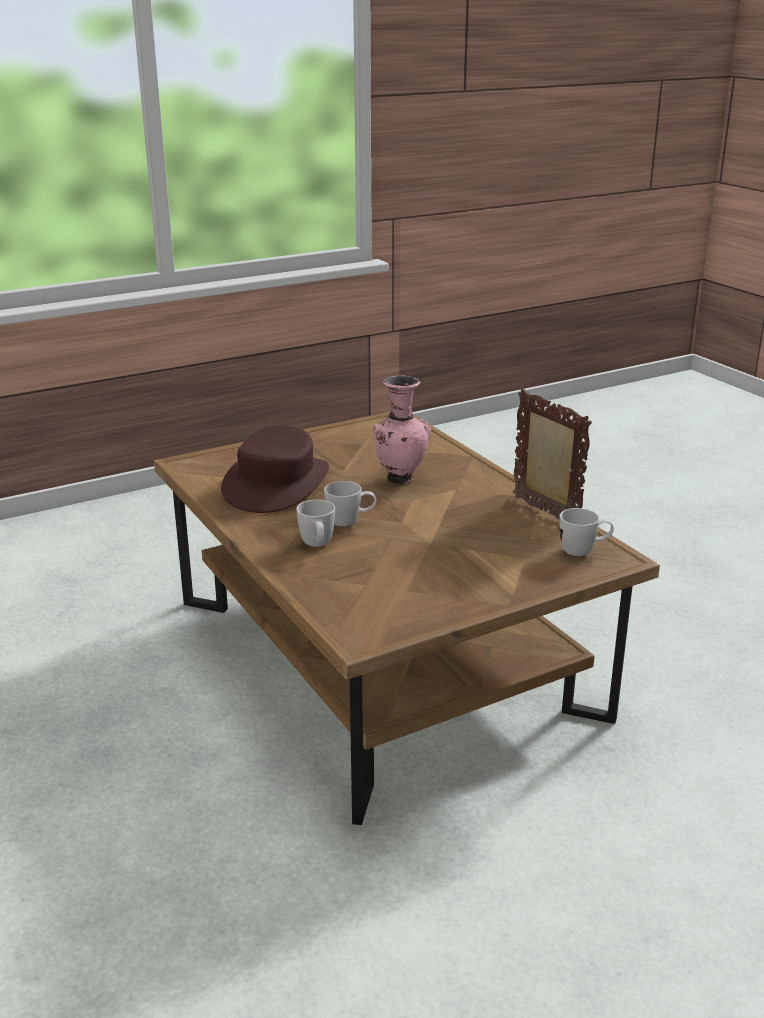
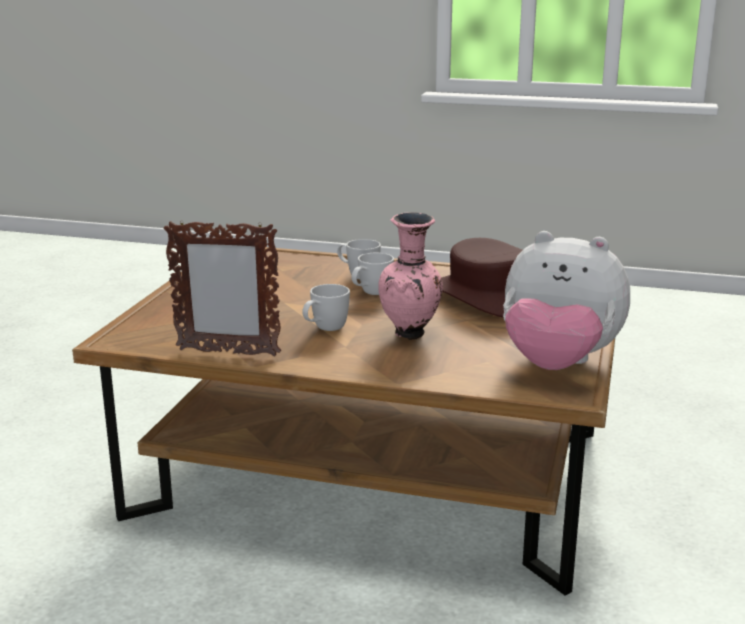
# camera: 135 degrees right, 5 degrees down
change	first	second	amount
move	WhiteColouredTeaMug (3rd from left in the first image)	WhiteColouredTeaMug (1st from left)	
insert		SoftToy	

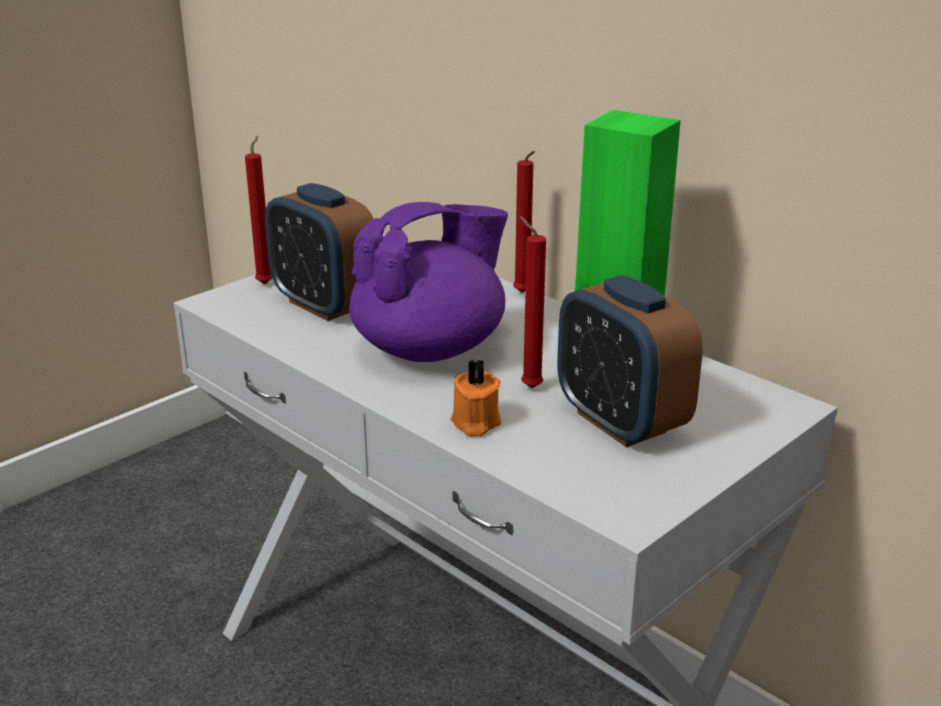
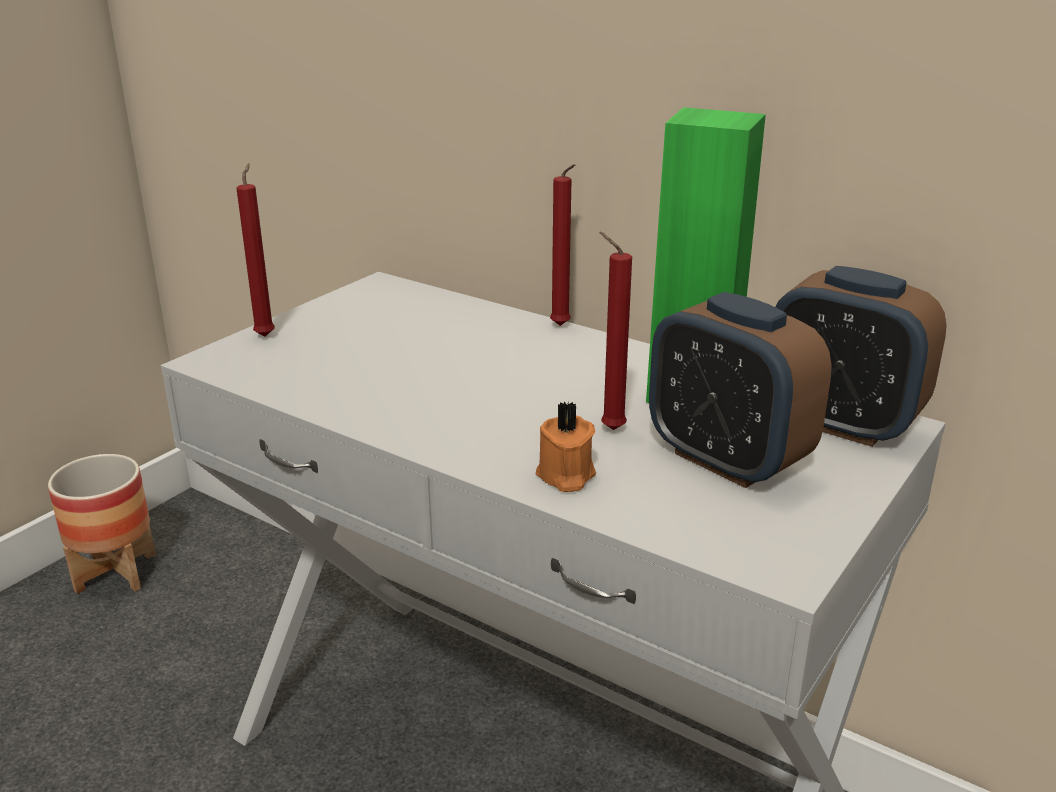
# camera: 10 degrees left, 0 degrees up
change	first	second	amount
move	TableClock (1st from left in the first image)	TableClock (2nd from left)	
delete	PurplishTeapot		
insert		PlantPot	

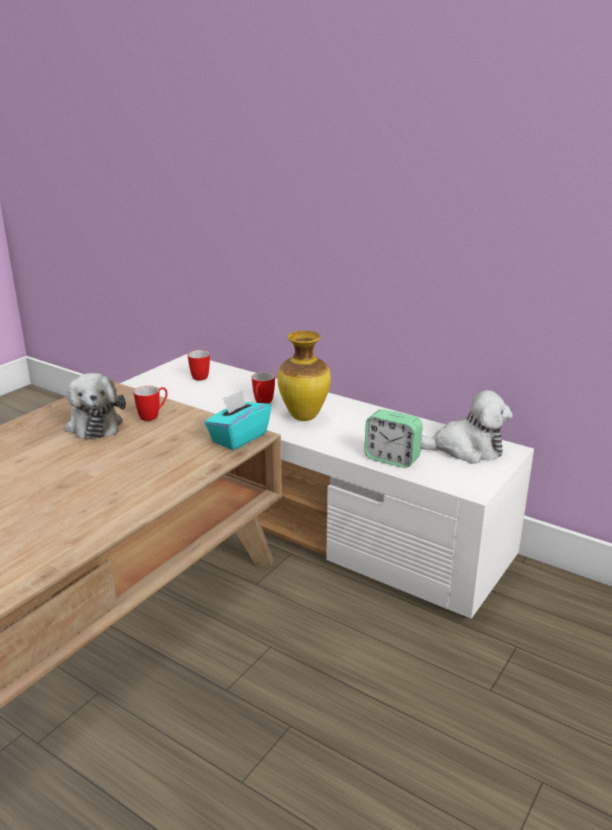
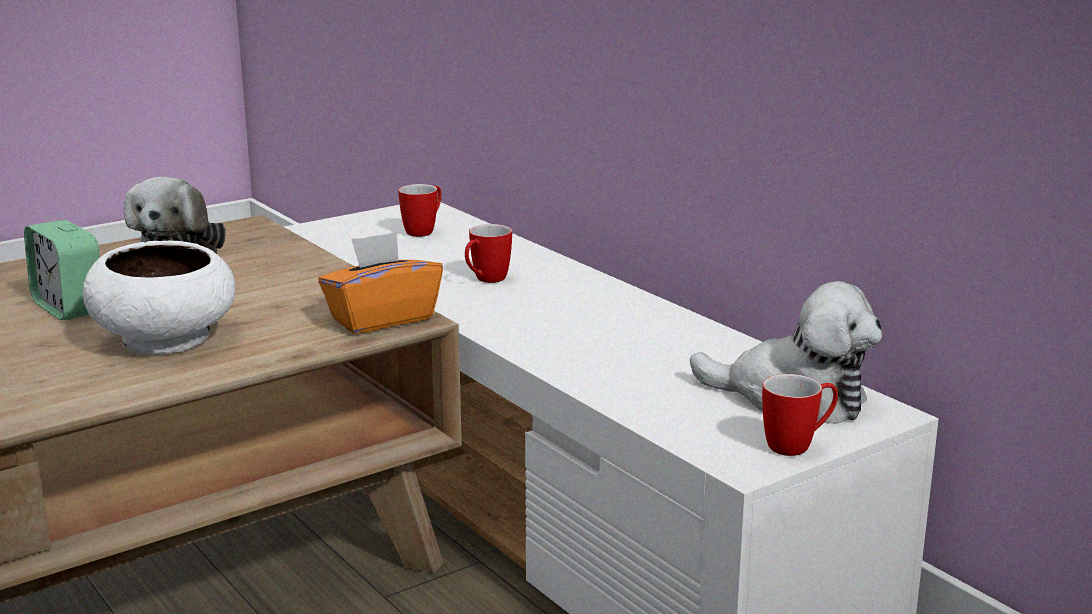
# camera: 20 degrees right, 5 degrees down
change	first	second	amount
delete	FlowerVase		
move	TeaMug (1st from left in the first image)	TeaMug (3rd from left)	
recolor	BlueGreenTissueHolder	OrangeTissueHolder	
move	TableClock		
insert		WhiteColouredDeepDish	

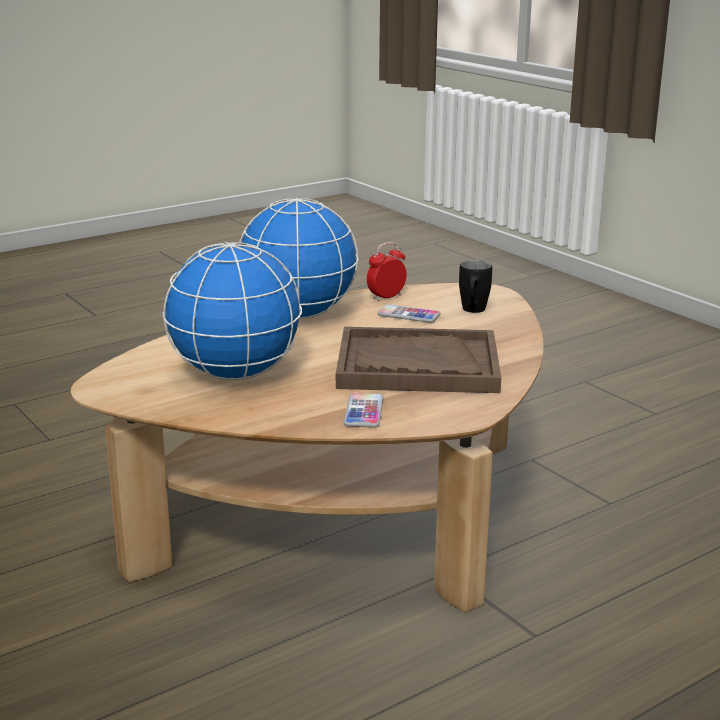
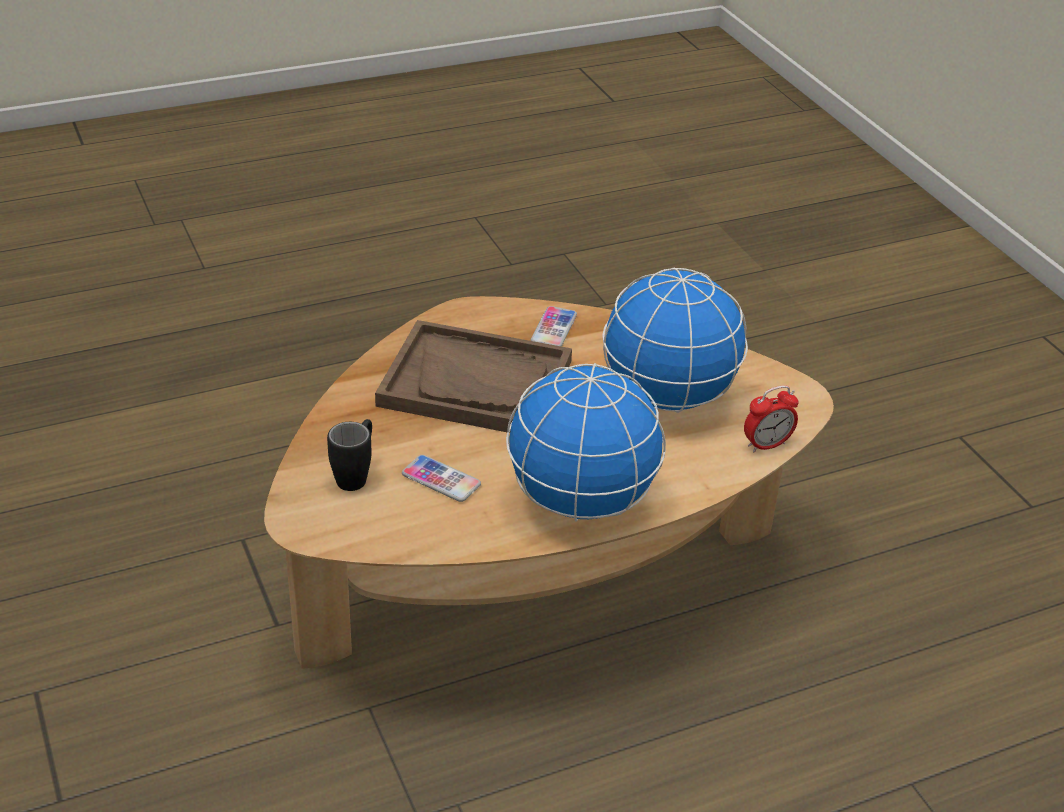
# camera: 170 degrees left, 15 degrees up
change	first	second	amount
move	TableClock		

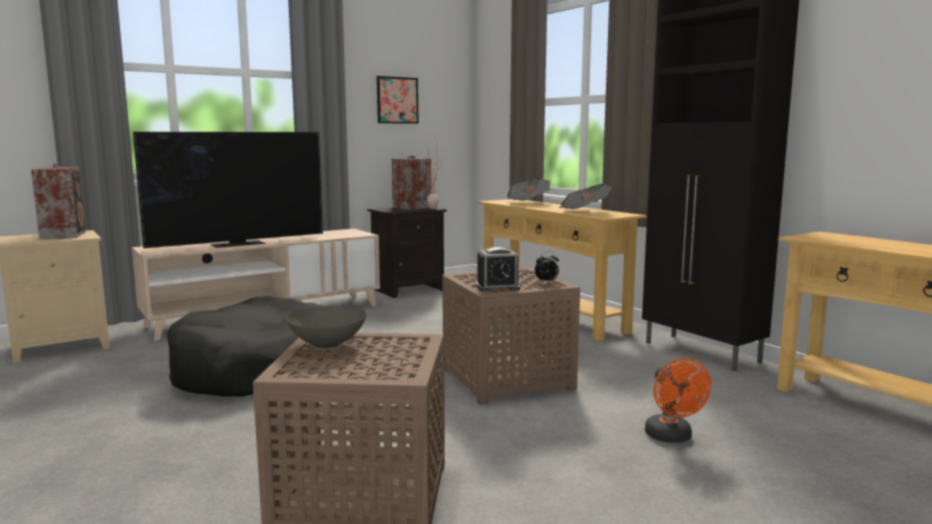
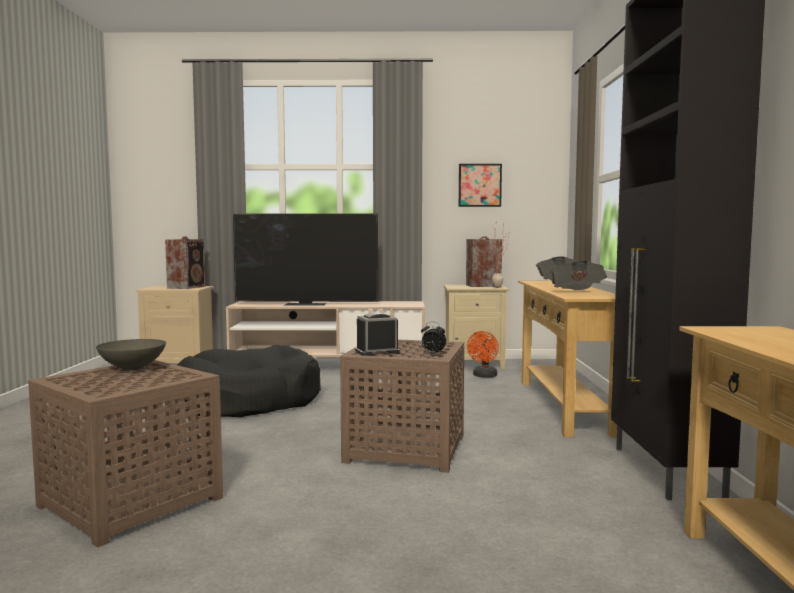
# camera: 35 degrees right, 5 degrees down
change	first	second	amount
recolor	BlackColouredNightstand	BeigeNightstand (2nd from left)	
rotate	TableClock (1st from left)		135 degrees clockwise
move	OrangeFan		

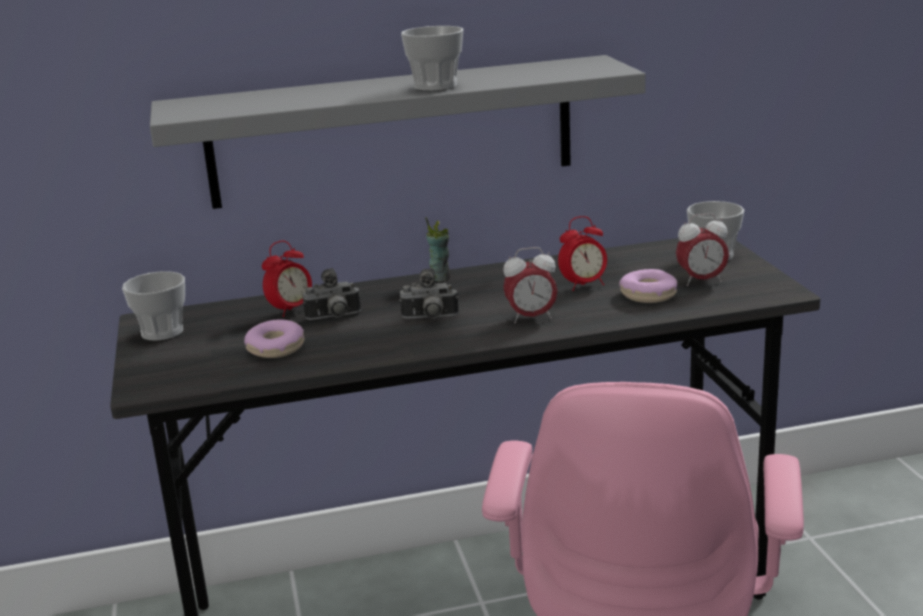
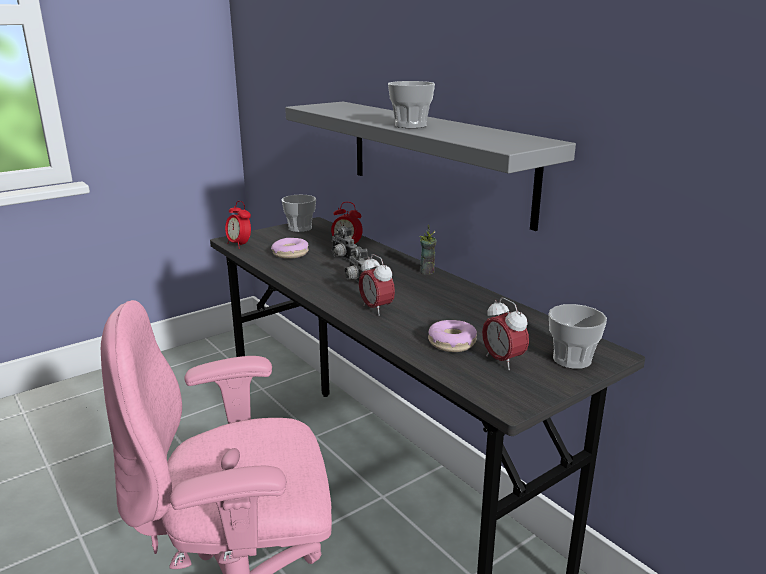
# camera: 65 degrees right, 0 degrees up
change	first	second	amount
move	TableClock (3rd from left in the first image)	TableClock (1st from left)	

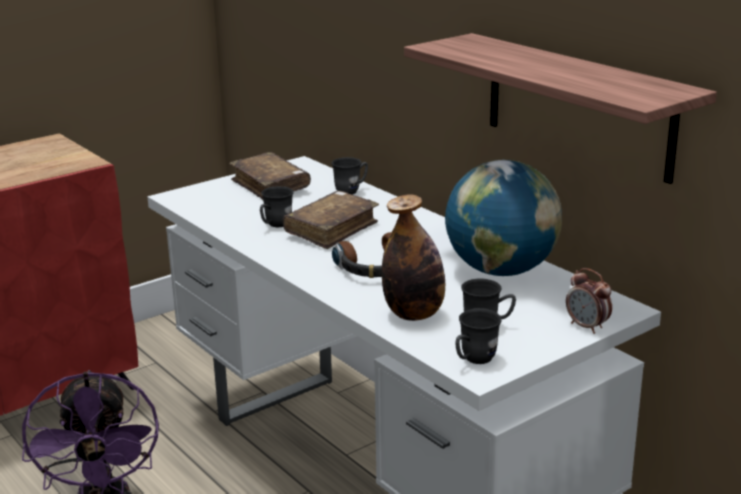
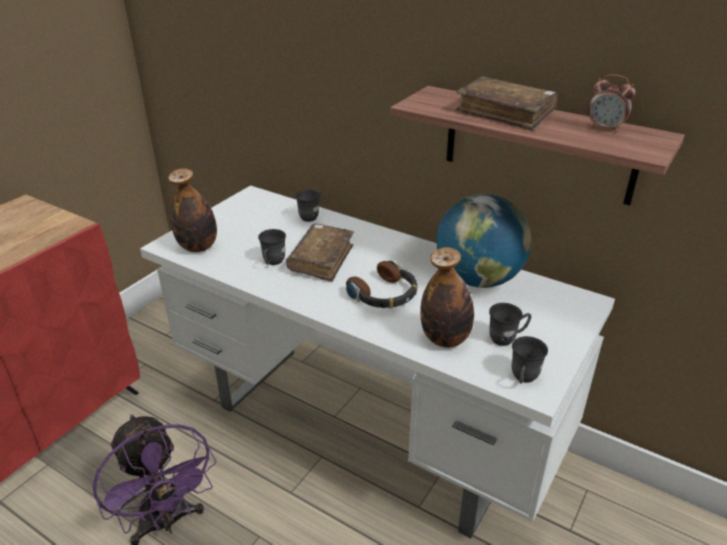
# camera: 20 degrees left, 10 degrees up
change	first	second	amount
move	BrownColouredBook (1st from left in the first image)	BrownColouredBook (2nd from left)	
move	TableClock		
insert		Bottle (1st from left)	

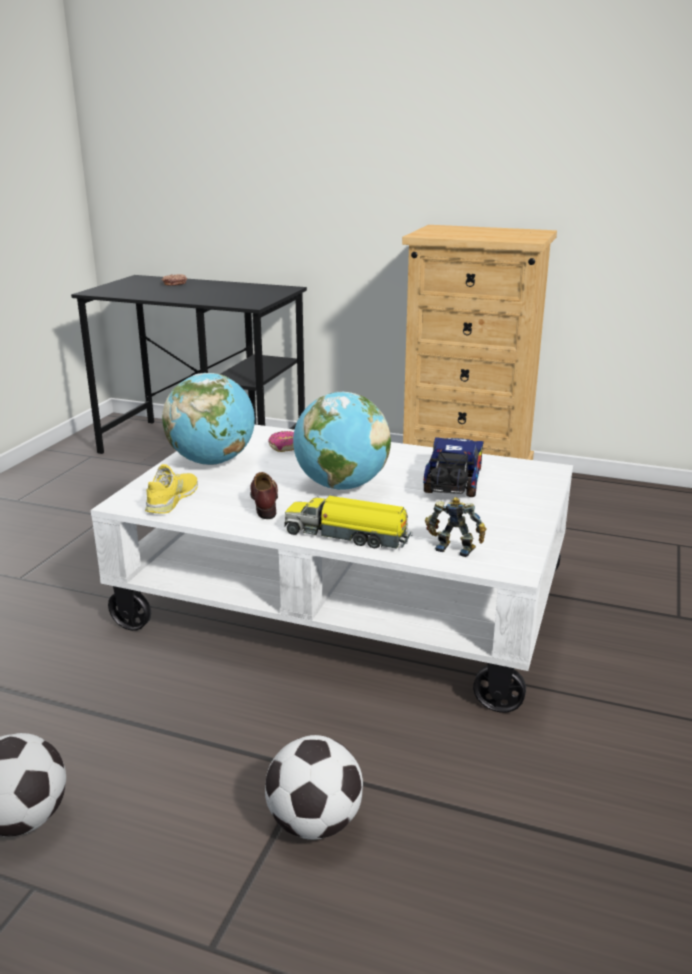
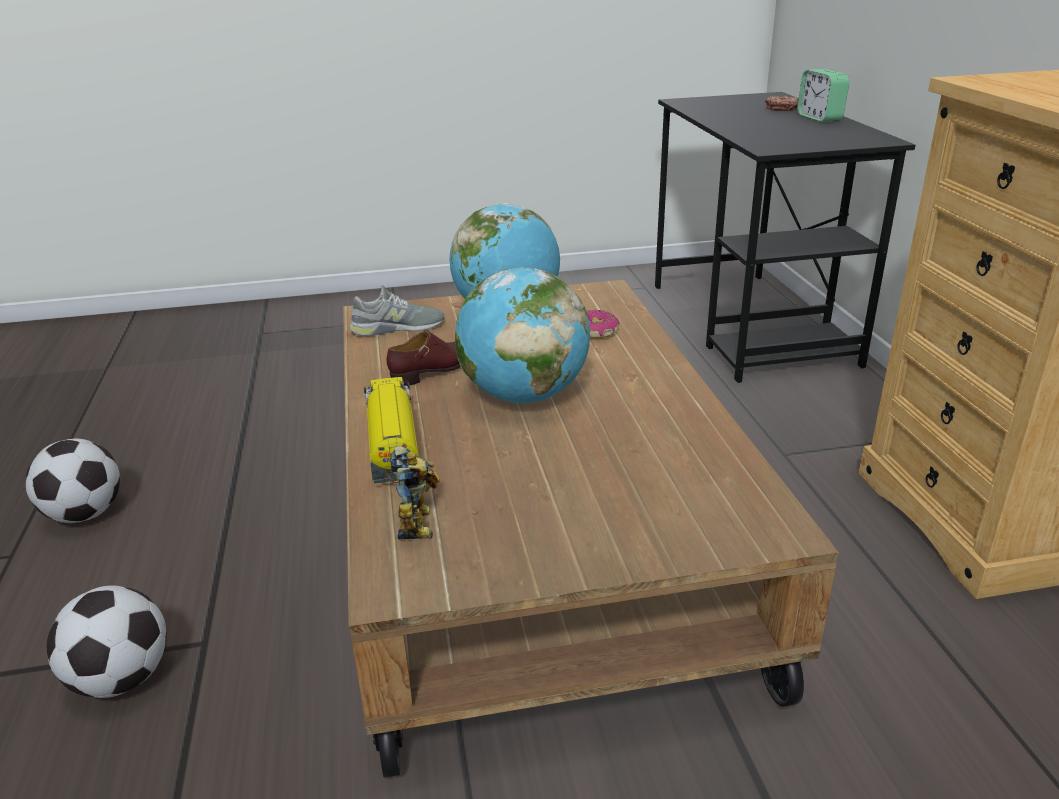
# camera: 60 degrees right, 5 degrees up
change	first	second	amount
recolor	WhiteColouredLoungeTable	BrownColouredLoungeTable	
delete	ToyLorry (2nd from left)		
recolor	YellowColouredShoe	GreyishShoe	
insert		TableClock	

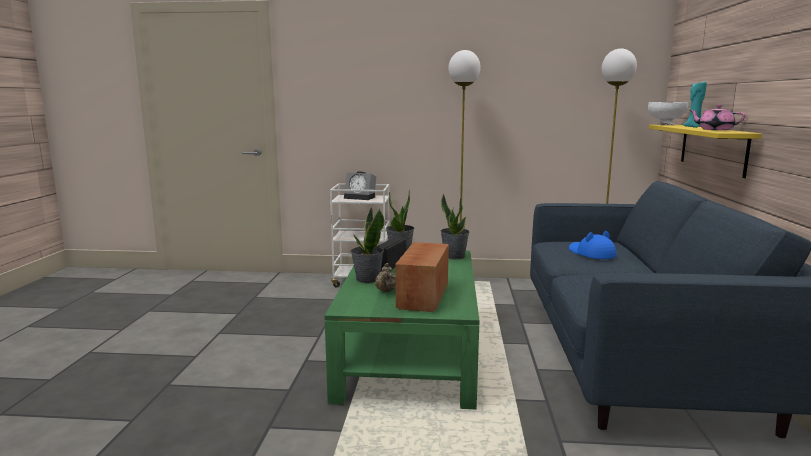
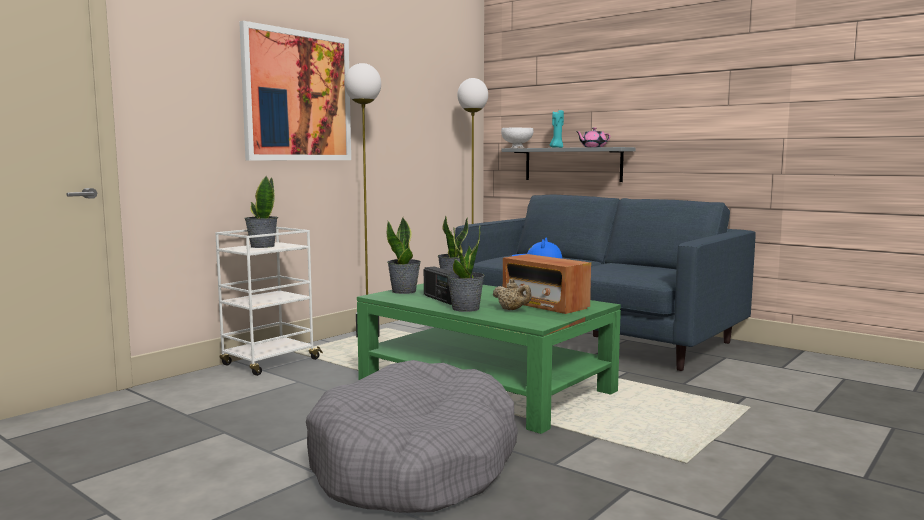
# camera: 55 degrees left, 5 degrees down
change	first	second	amount
recolor	YellowColouredWallShelf	GreyishWallShelf	
replace	TableClock	Houseplant (1st from left)	
insert		WallPicture	
insert		GreyishPetBed	

